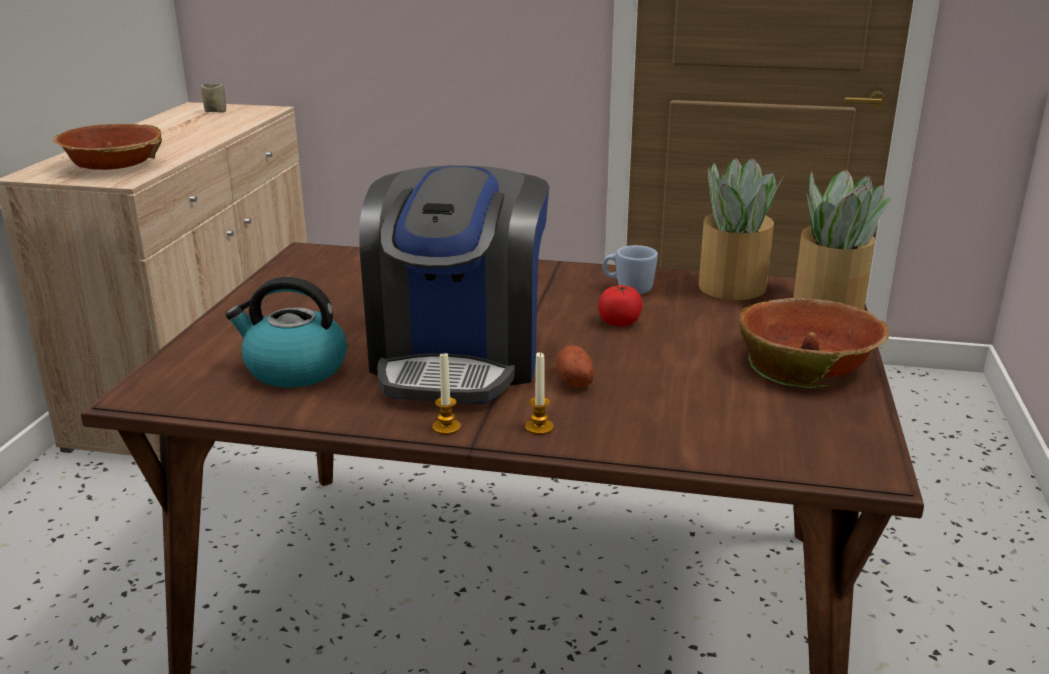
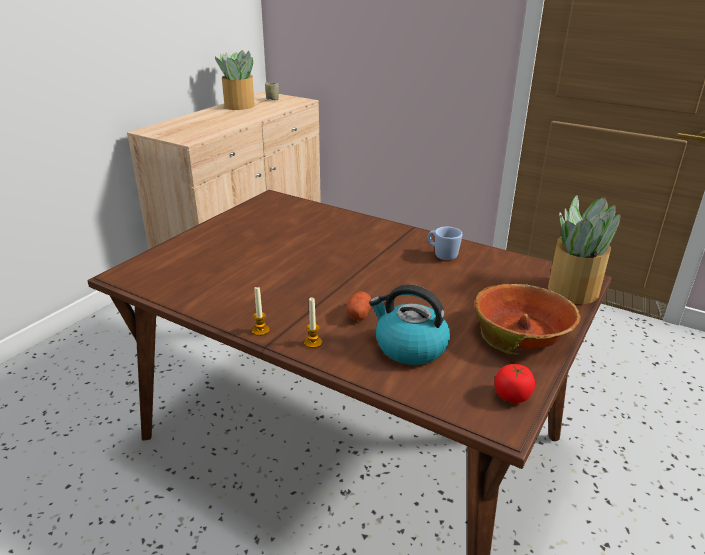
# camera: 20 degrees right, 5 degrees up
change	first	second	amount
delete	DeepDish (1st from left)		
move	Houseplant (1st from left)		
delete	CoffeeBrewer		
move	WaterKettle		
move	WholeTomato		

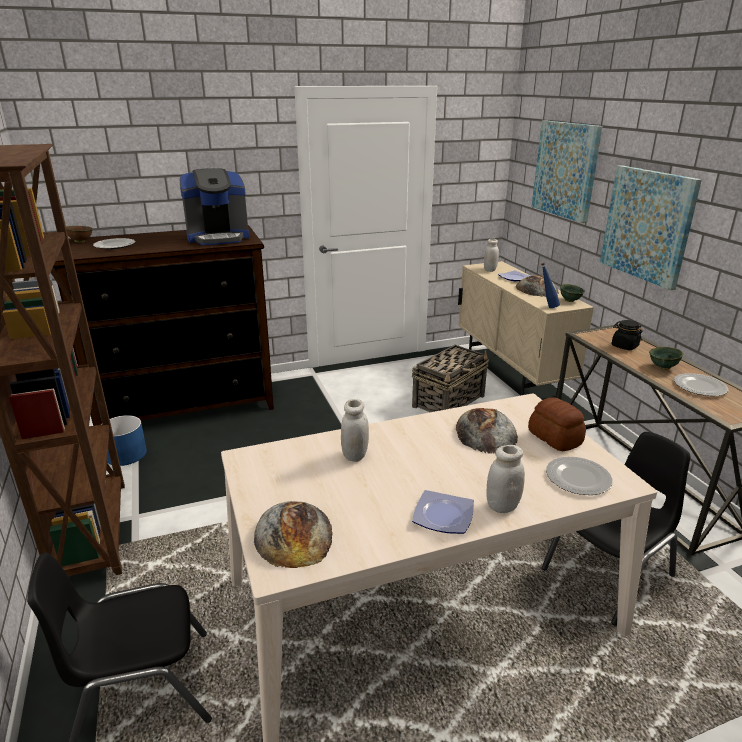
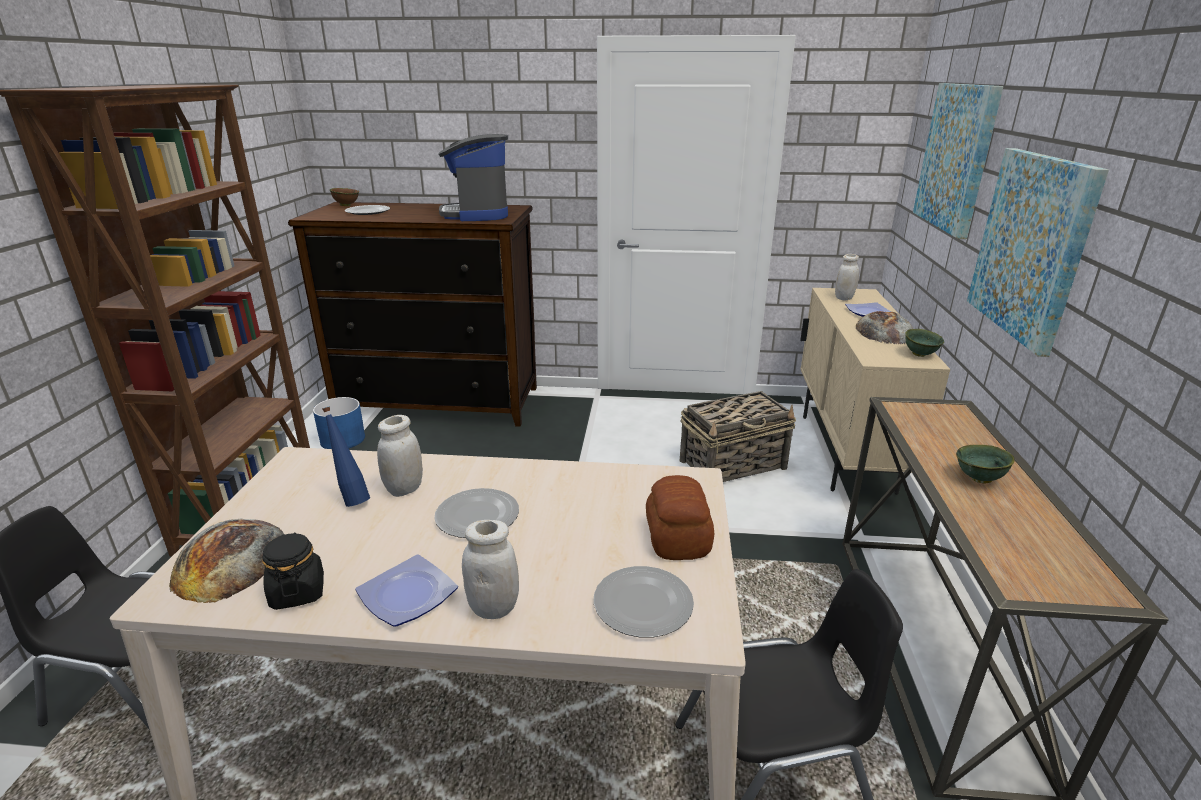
# camera: 25 degrees right, 0 degrees up
change	first	second	amount
rotate	CoffeeBrewer		75 degrees clockwise
move	BluishBottle		
move	BlackColouredStorageJar		
move	Plate (5th from left in the first image)	Plate (3rd from left)	
delete	BakeryBread (2nd from left)		

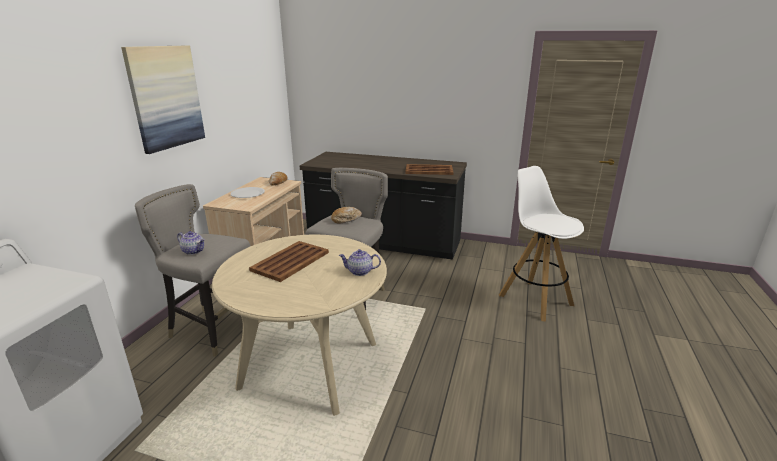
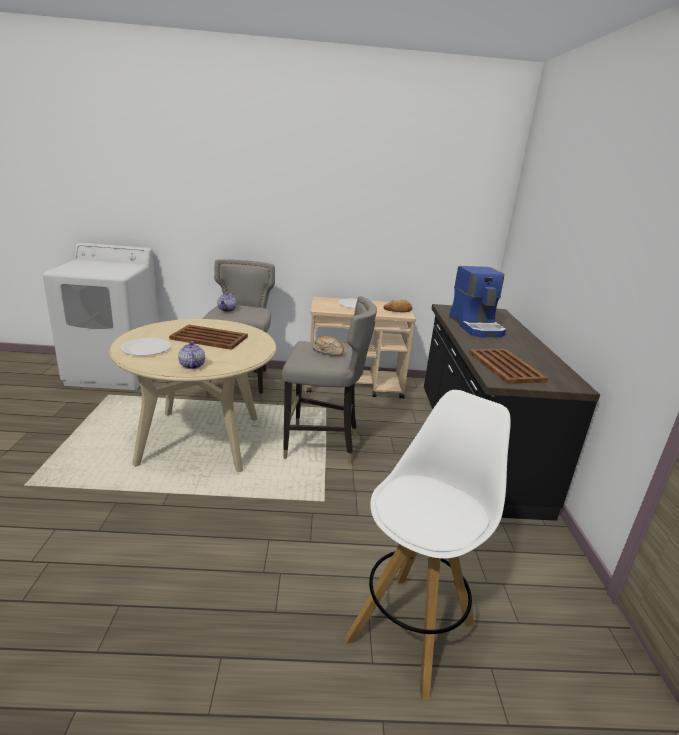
# camera: 70 degrees right, 0 degrees up
change	first	second	amount
delete	WallPicture		
insert		CoffeeBrewer	
insert		WhiteColouredPlate (1st from left)	

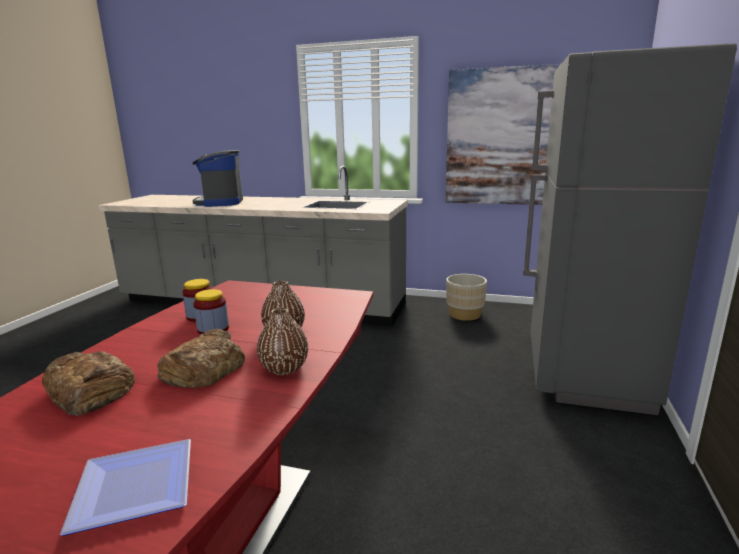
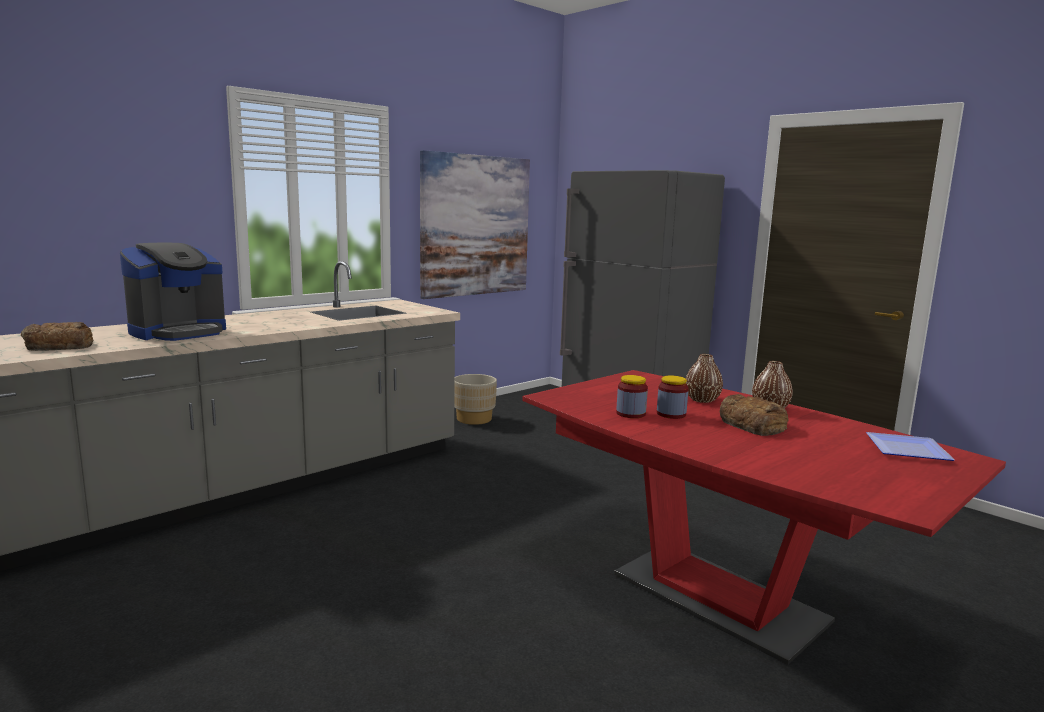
# camera: 60 degrees left, 5 degrees down
change	first	second	amount
rotate	CoffeeBrewer		75 degrees counterclockwise
move	BakeryBread (1st from left)		

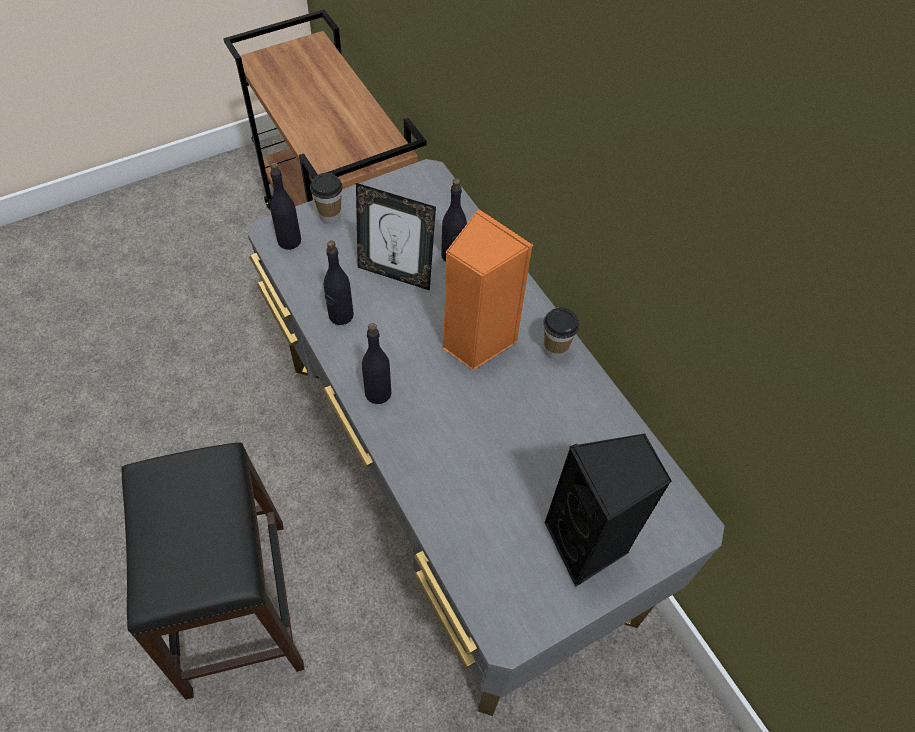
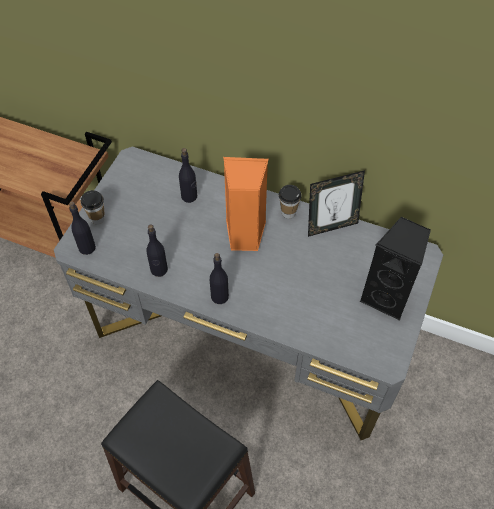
# camera: 35 degrees left, 0 degrees up
change	first	second	amount
move	StandingFrame		

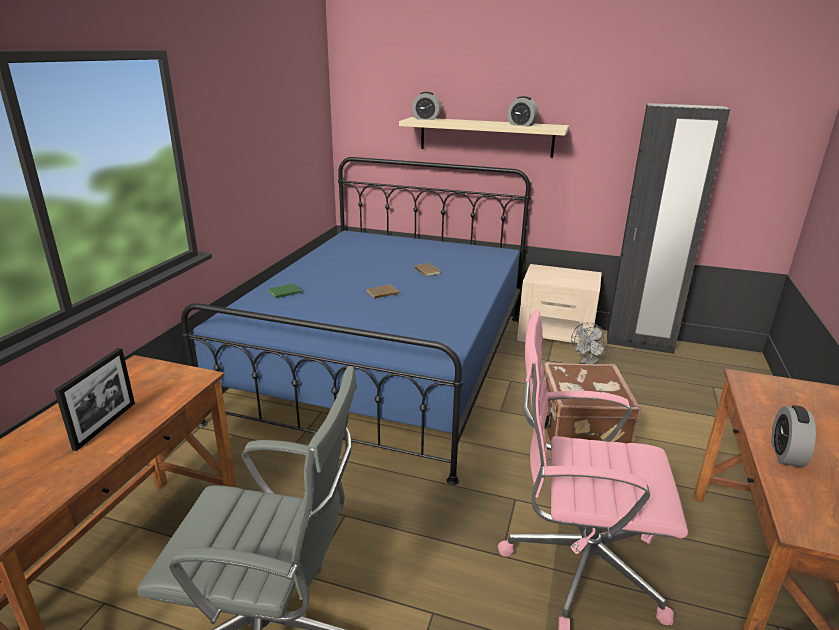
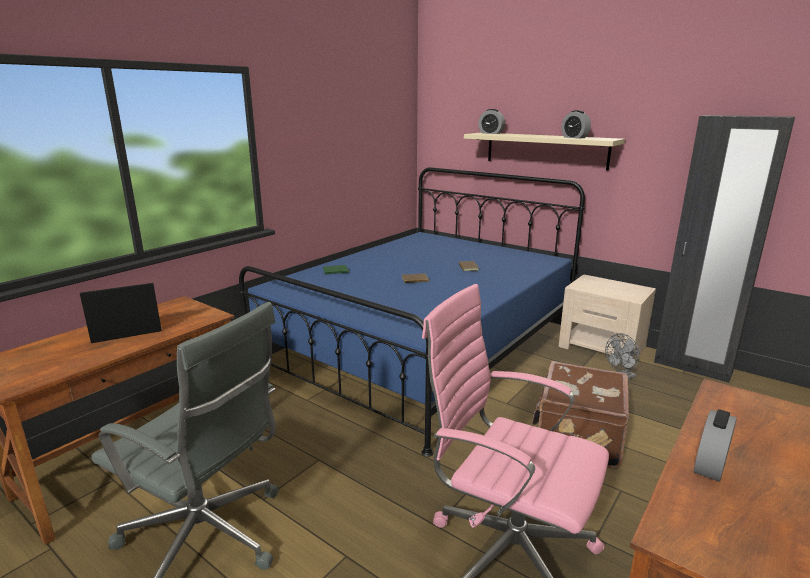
# camera: 20 degrees right, 5 degrees down
change	first	second	amount
rotate	StandingFrame		150 degrees counterclockwise

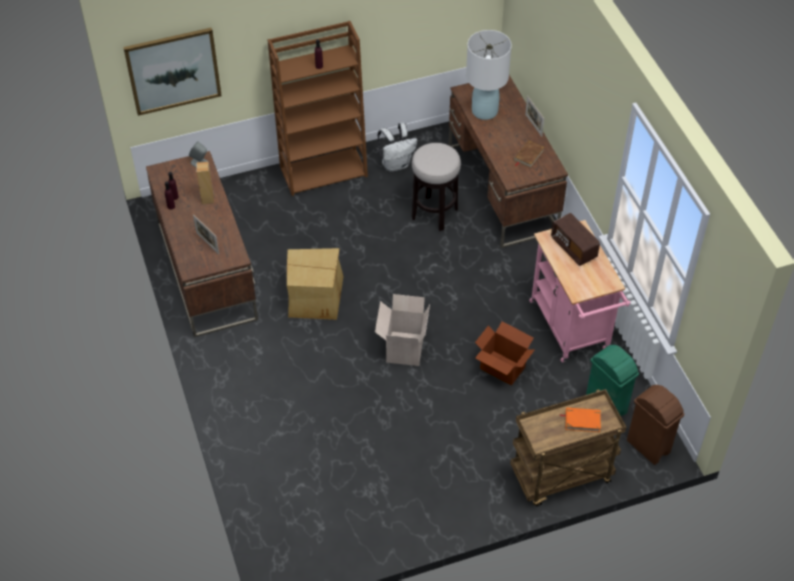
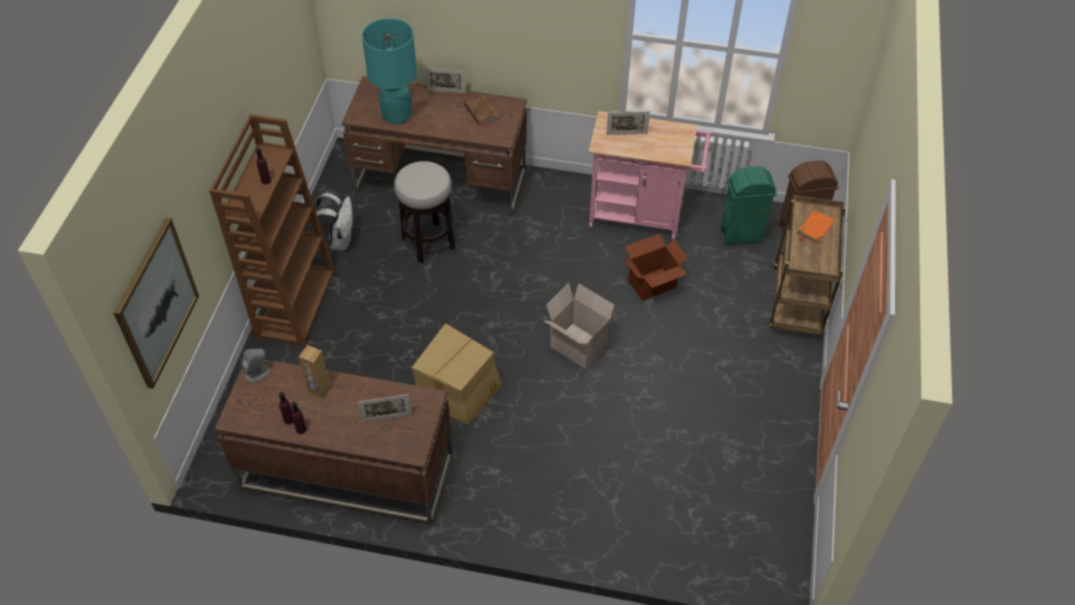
# camera: 60 degrees left, 0 degrees up
change	first	second	amount
recolor	WhiteColouredLampForATable	BlueGreenLampForATable	
replace	Radio	StandingFrame (3rd from left)	

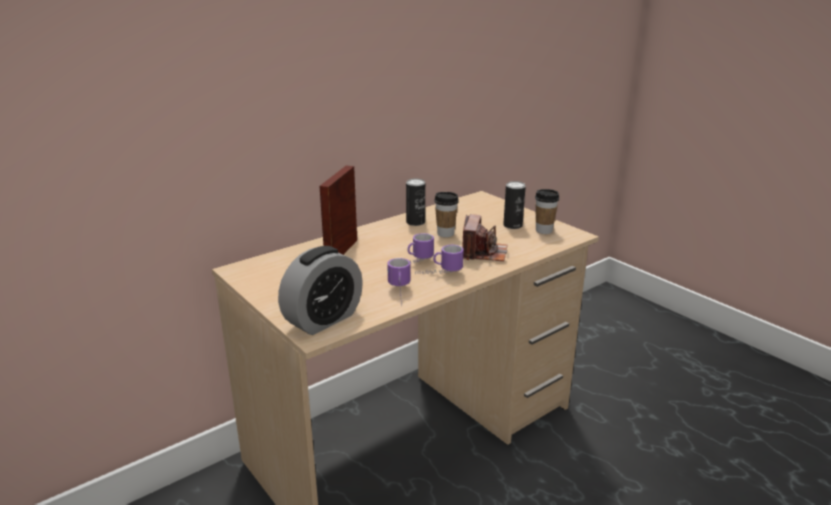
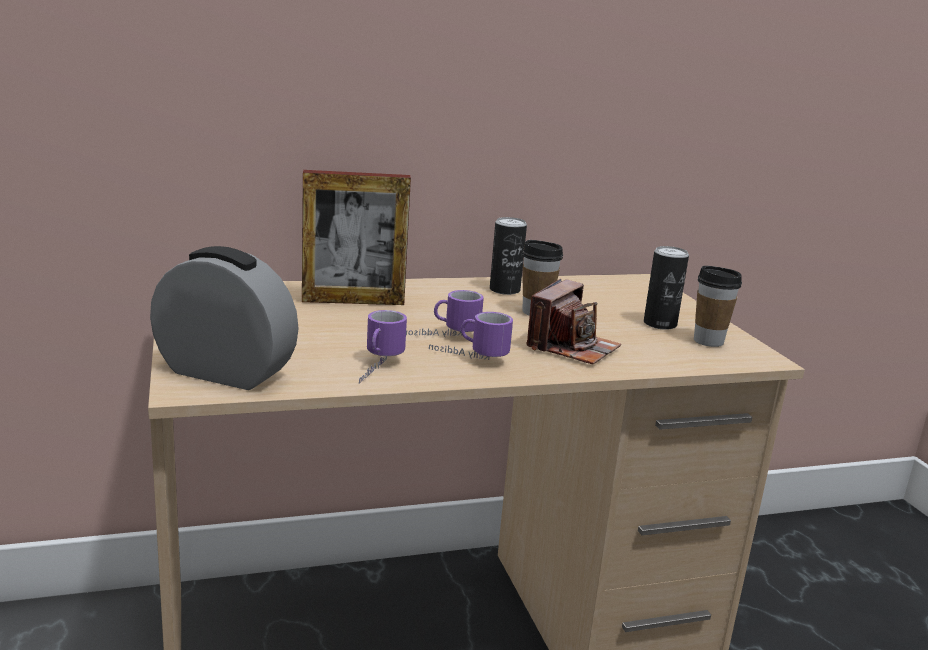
# camera: 20 degrees right, 5 degrees down
change	first	second	amount
rotate	StandingFrame		135 degrees counterclockwise
rotate	TableClock		135 degrees counterclockwise

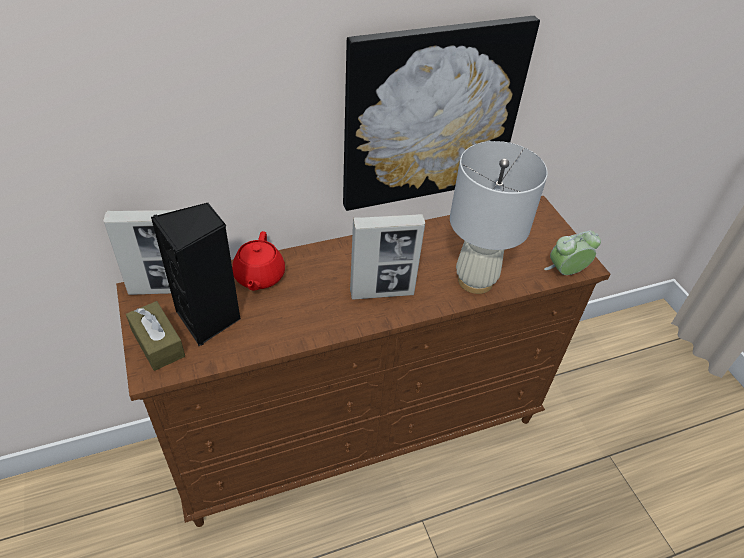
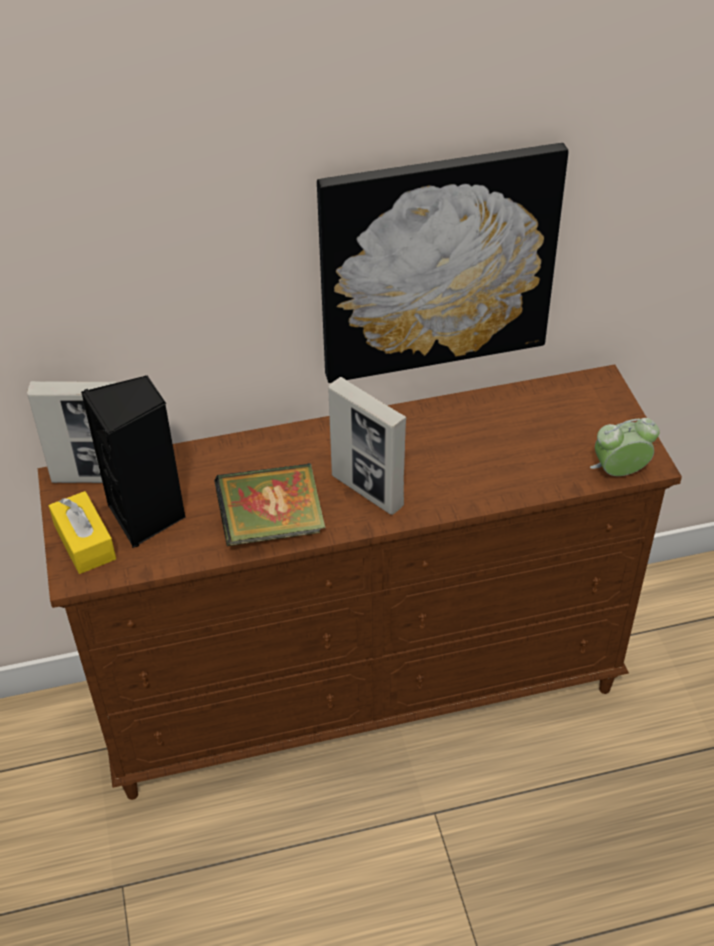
# camera: 10 degrees right, 0 degrees up
change	first	second	amount
delete	WhiteColouredLampForATable		
rotate	StandingFrame (2nd from left)		45 degrees clockwise
delete	RedColouredTeapot		
recolor	BrownColouredTissueHolder	YellowColouredTissueHolder	
insert		Book	

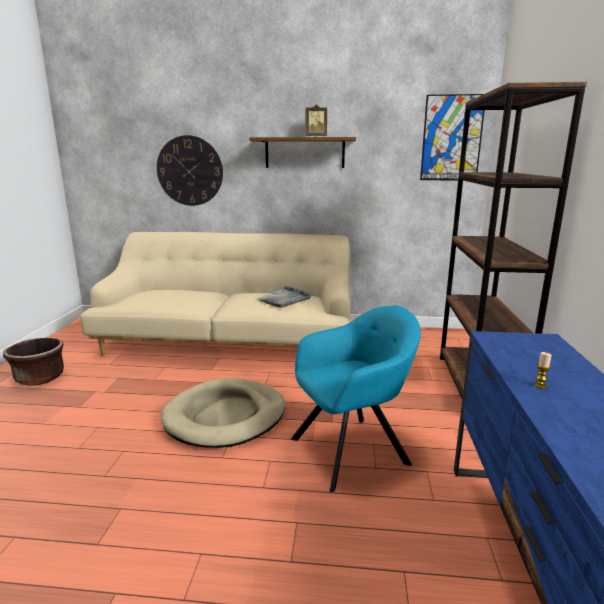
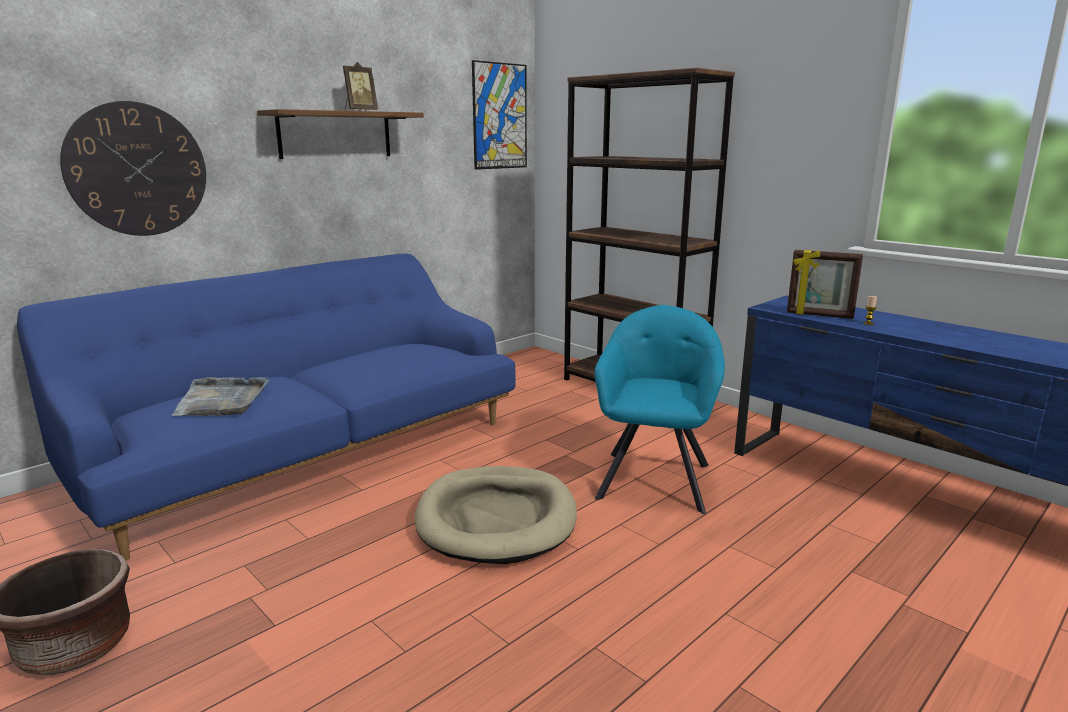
# camera: 50 degrees left, 0 degrees up
change	first	second	amount
recolor	BeigeCouch	BluishCouch	
move	GreyishTray		
insert		StandingFrame (2nd from left)	

